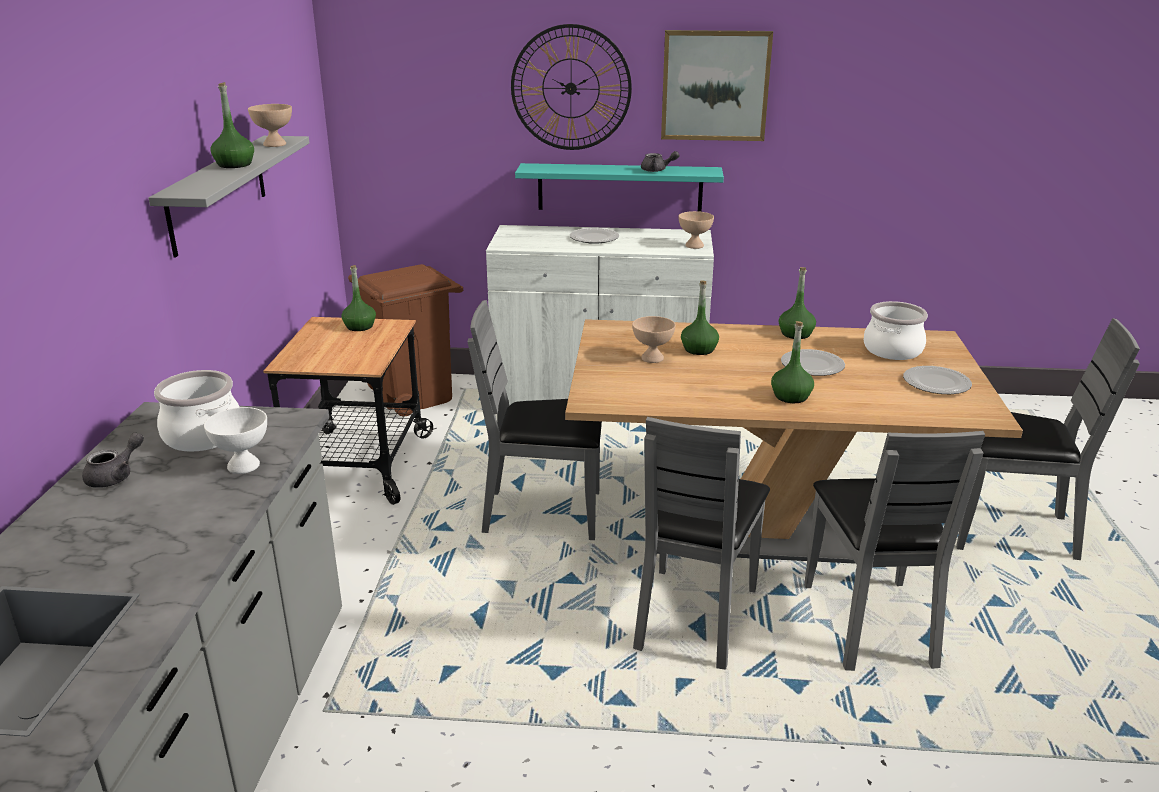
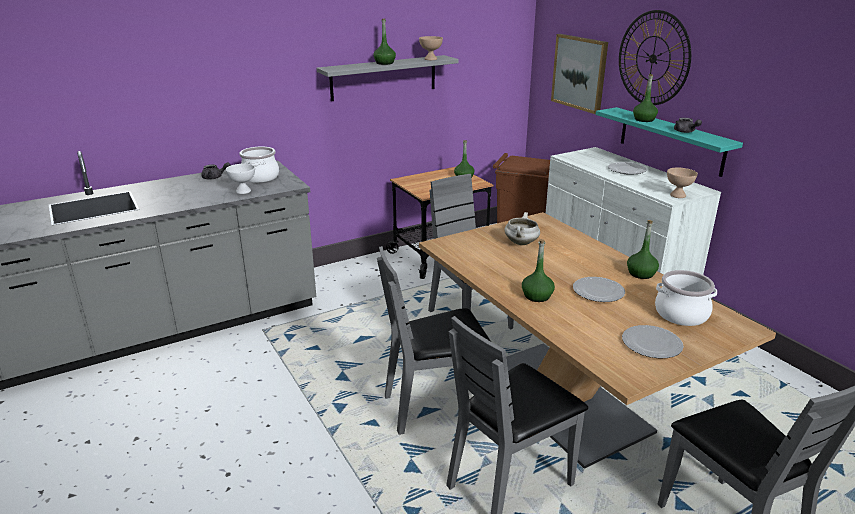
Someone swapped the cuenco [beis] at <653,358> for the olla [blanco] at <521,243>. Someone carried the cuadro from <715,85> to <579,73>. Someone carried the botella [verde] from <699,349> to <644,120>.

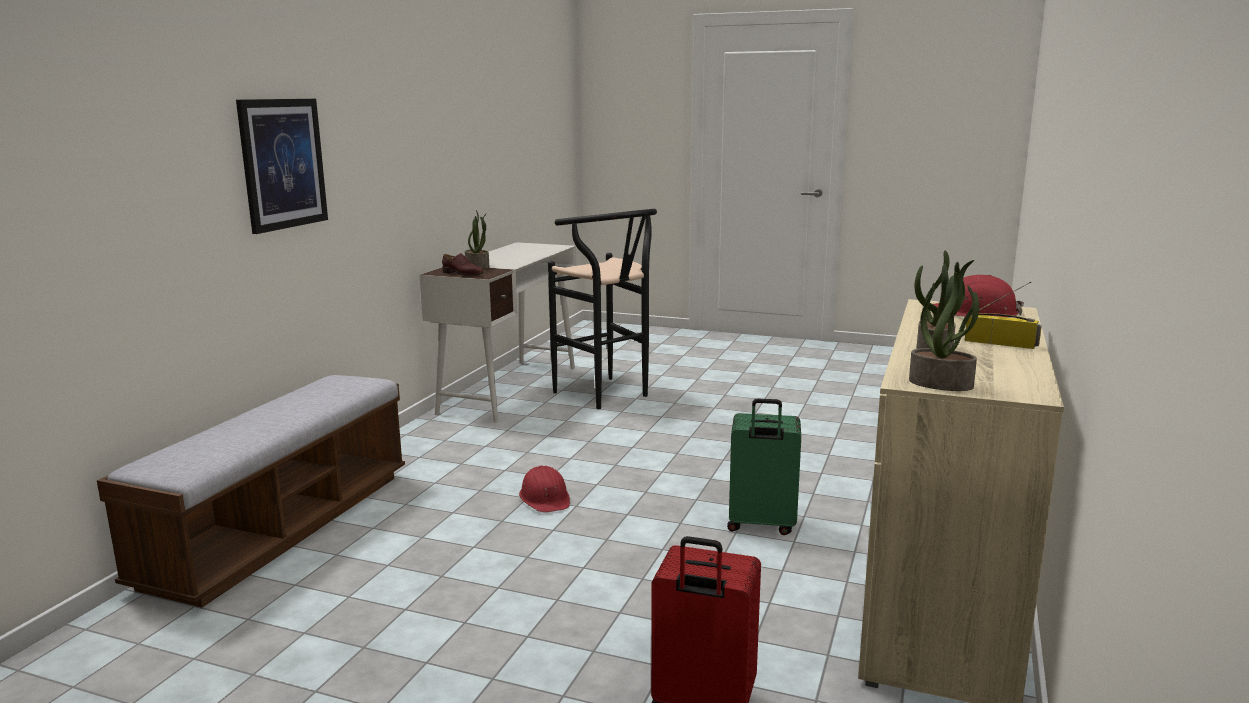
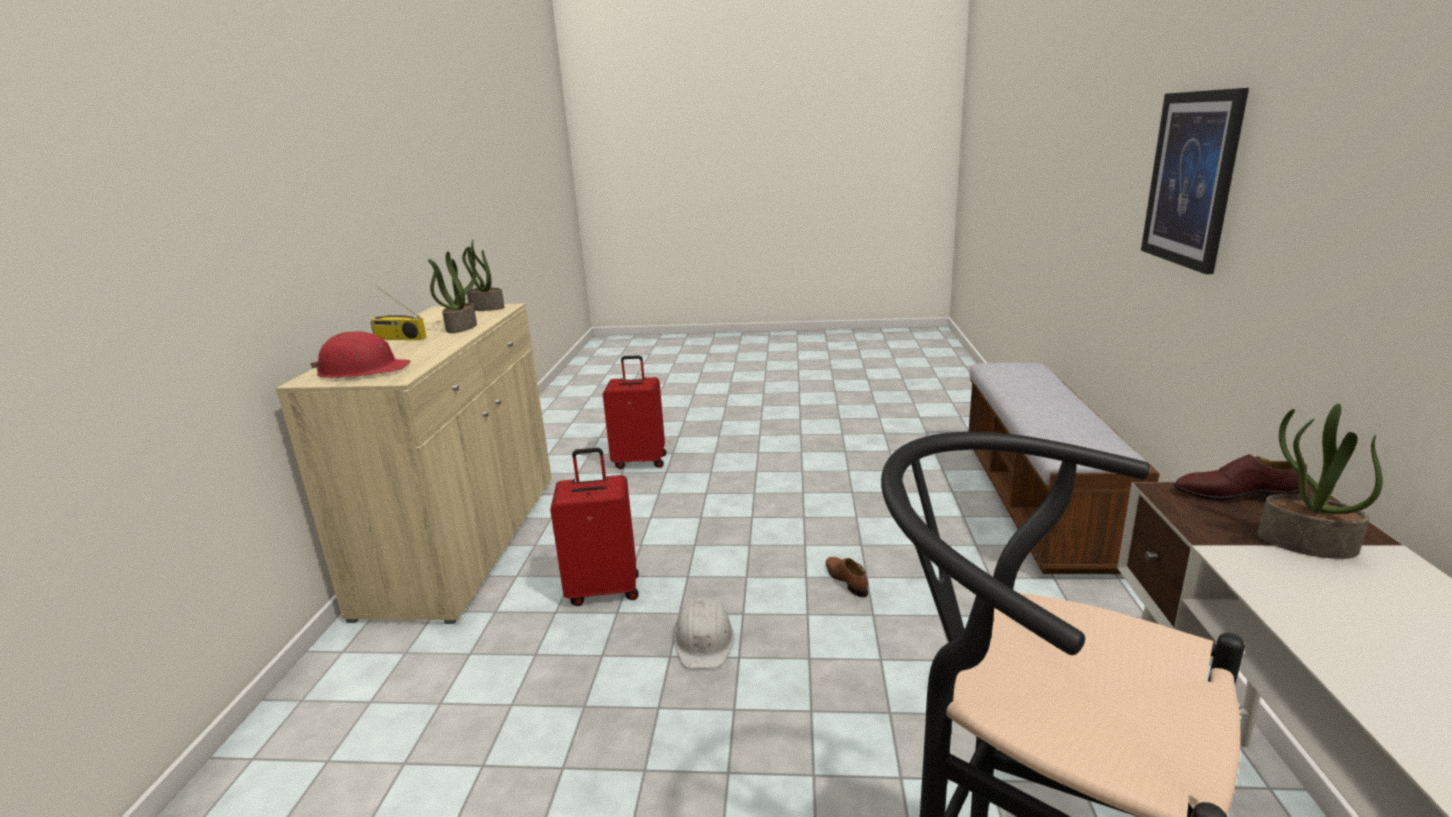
Someone repainted the maleta [verde] at <761,525>, which became the maleta [rojo] at <604,589>. Someone put down the casco [blanco] at <704,640>. Someone swapped the casco [rojo] at <545,498> for the zapato [marrón] at <846,580>.

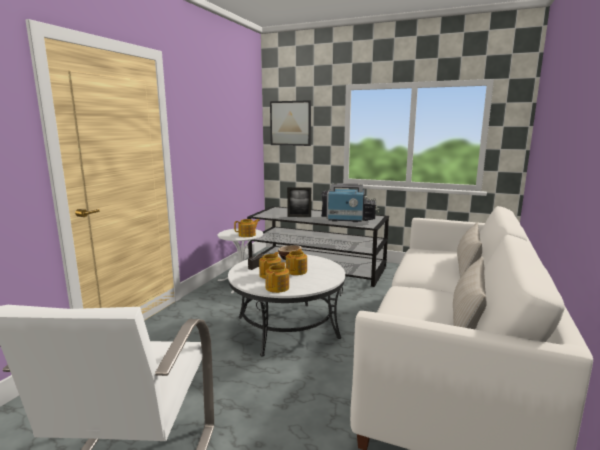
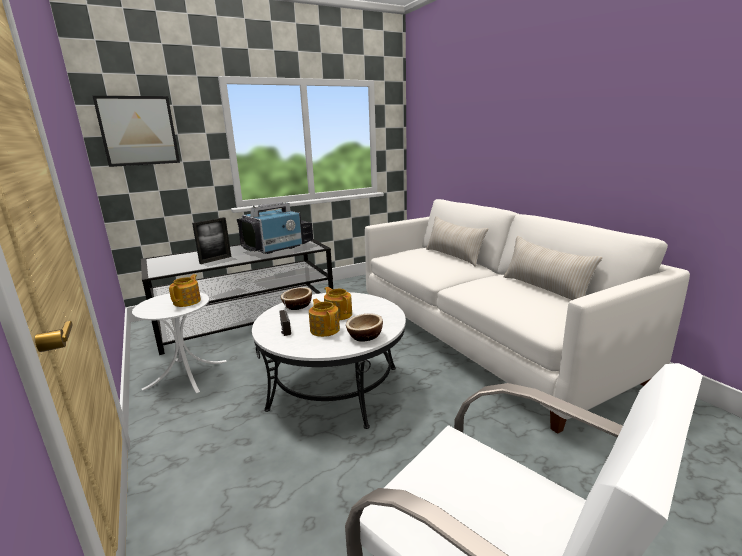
Someone swapped the tetera at <278,287> for the cuenco at <365,336>.

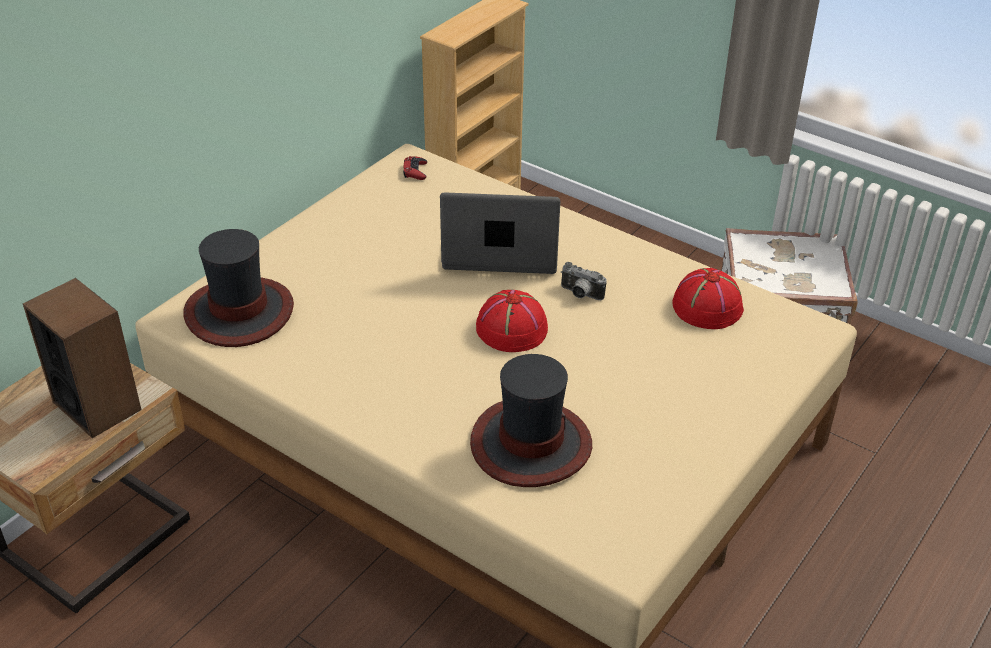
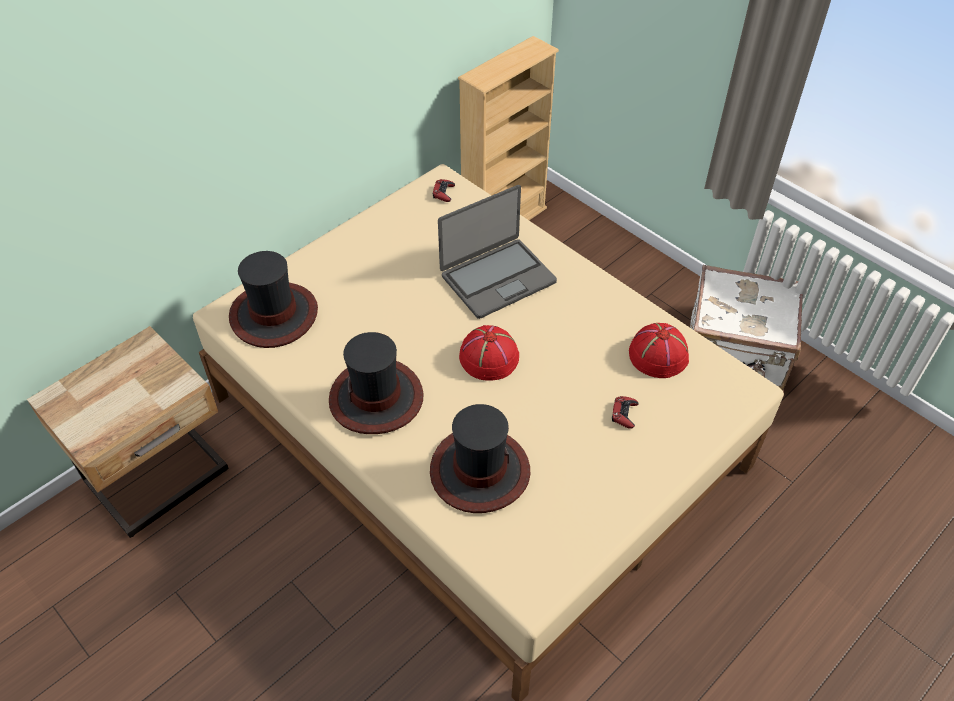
Someone put down the sombrero at <376,397>. Someone rotated the portátil at <501,250> by 135 degrees clockwise. Someone put down the mando de consola [rojo] at <624,414>. Someone took away the altavoz at <97,405>. Someone took away the cámara at <580,294>.

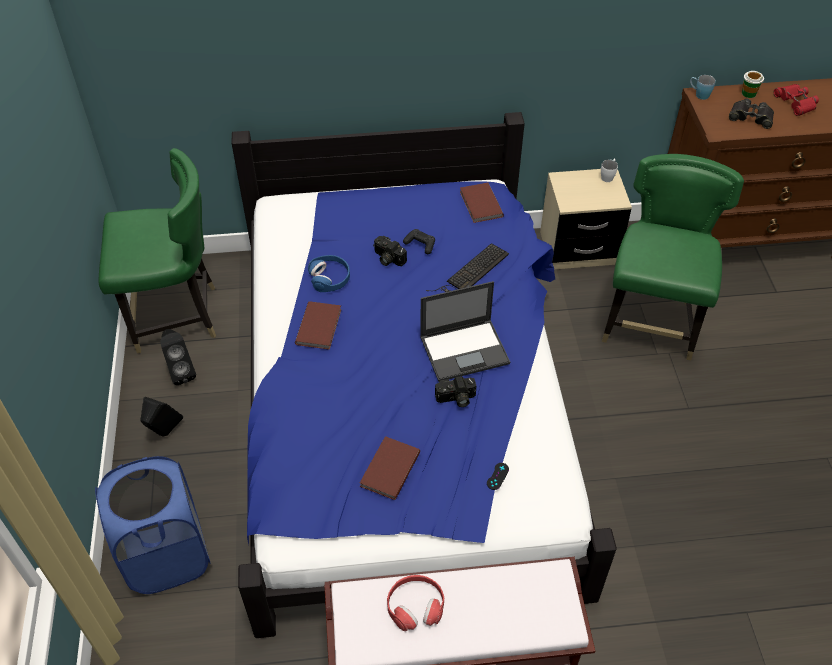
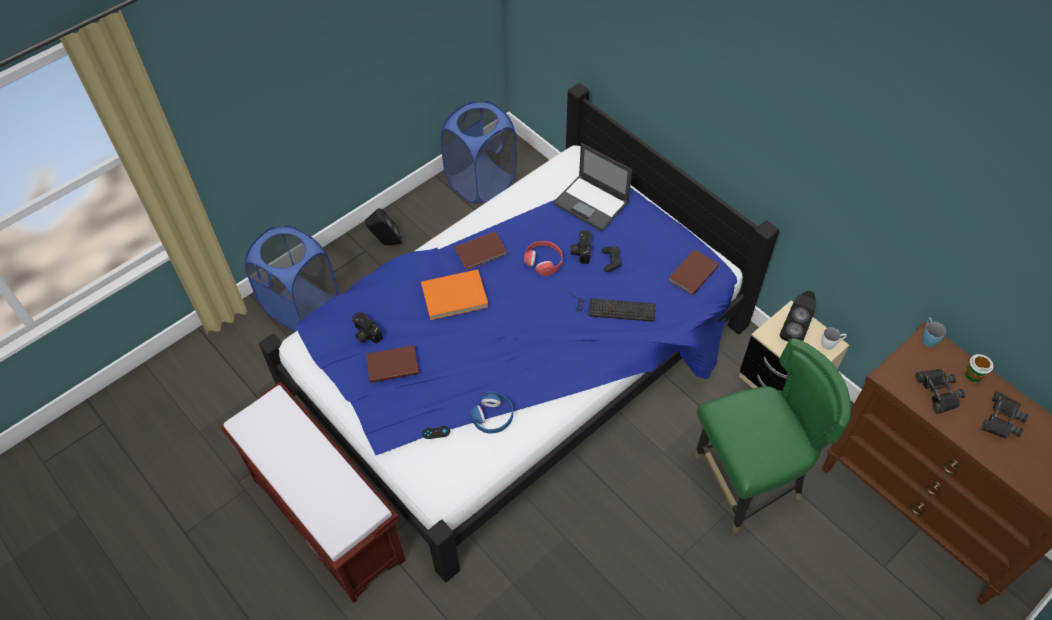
Someone carried the cámara from <456,399> to <365,334>. Someone put down the libro [naranja] at <455,297>. Someone swapped the silla [verde] at <175,316> for the cesto de la ropa [azul] at <481,183>. Someone carried the auriculares [azul] from <330,278> to <493,417>. Someone carried the auriculares [rojo] from <415,606> to <544,261>. Someone carried the portátil from <465,349> to <591,203>. Someone carried the altavoz [negro] from <181,372> to <794,331>. Someone repainted the prismáticos [rojo] at <795,102>, which became the prismáticos [negro] at <1002,419>.

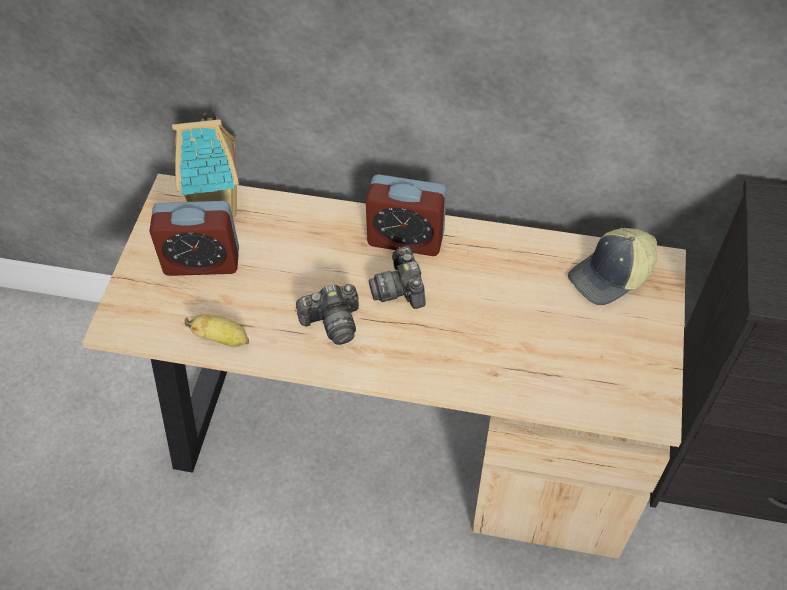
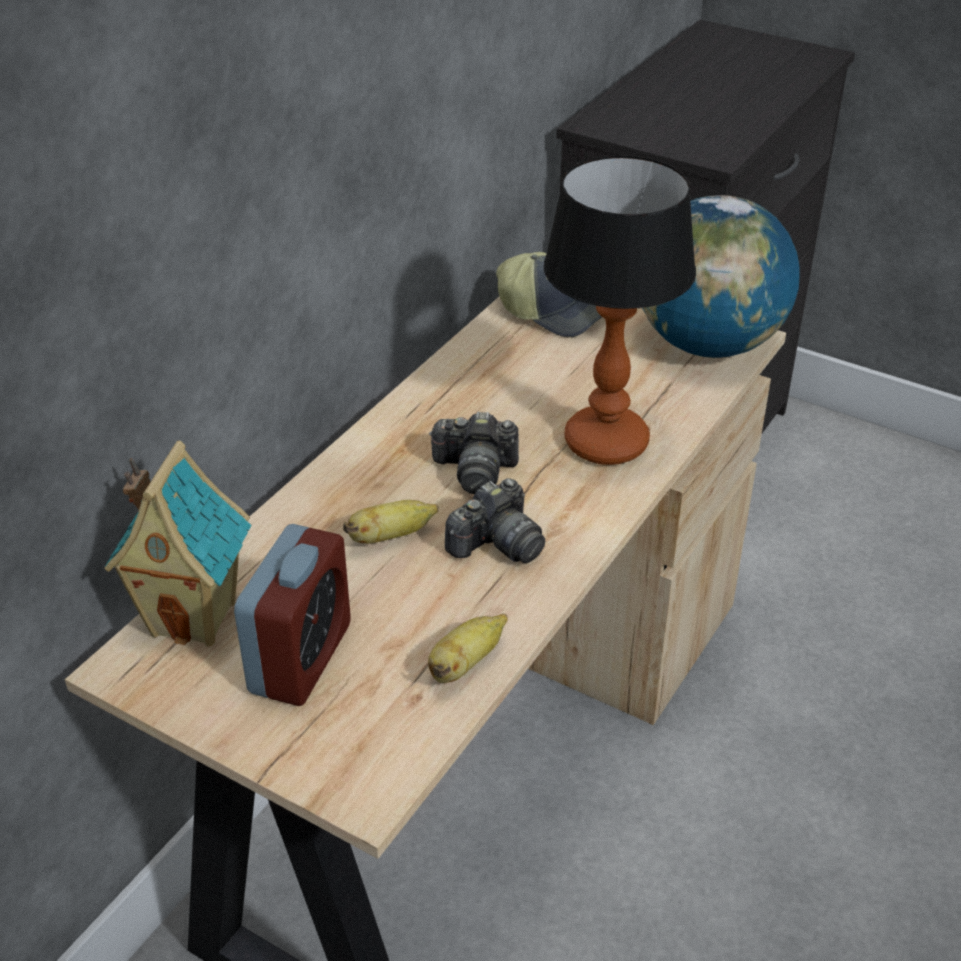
Someone put down the plátano at <390,536>. Someone rotated the cámara at <332,322> by 45 degrees clockwise. Someone rotated the gorra at <612,276> by 45 degrees counterclockwise. Someone put down the lámpara de mesa at <605,441>. Someone put down the globo terráqueo at <708,344>. Someone took away the despertador at <405,239>.

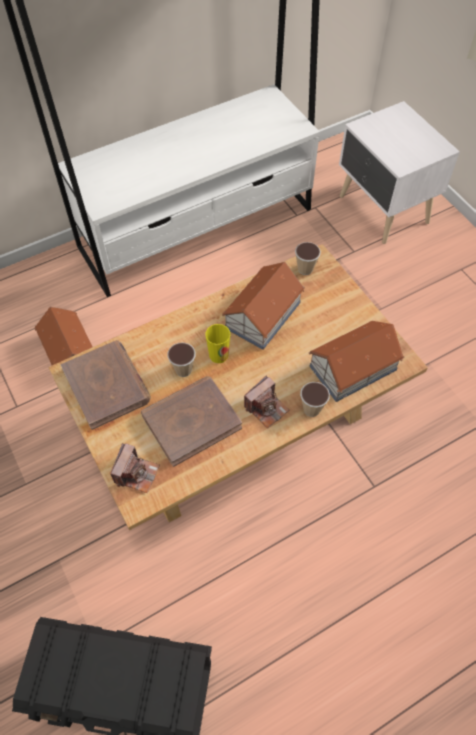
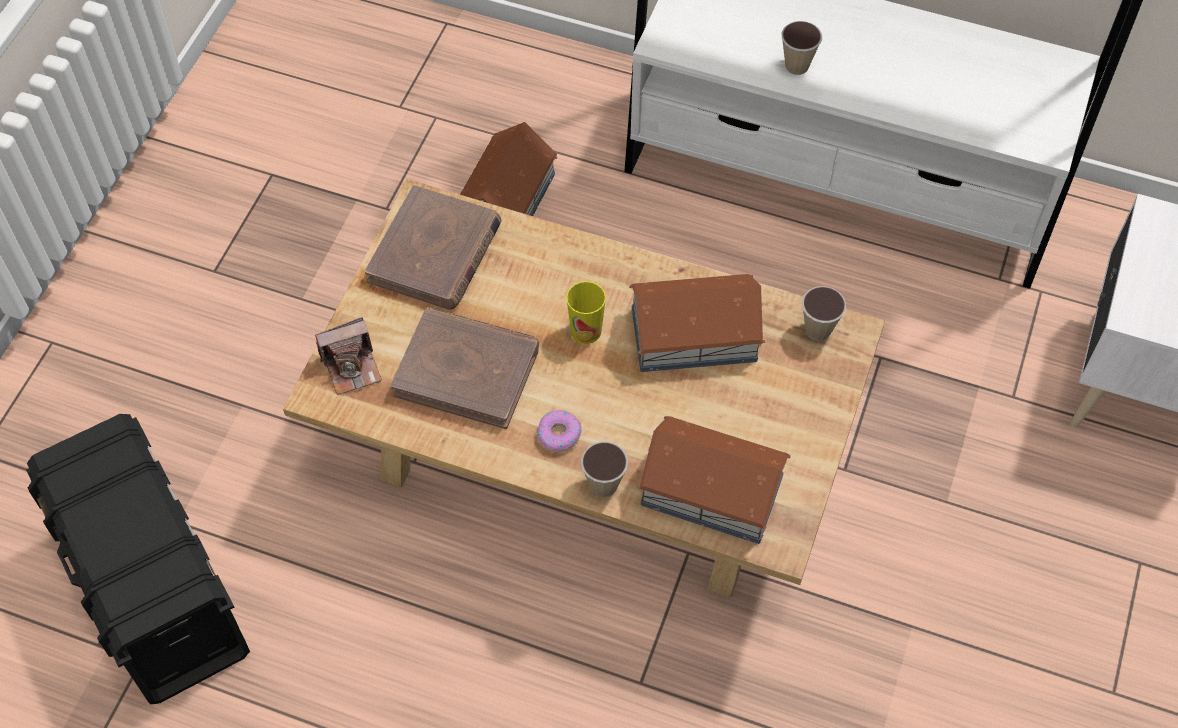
Someone swapped the cámara at <266,408> for the rosquilla at <558,434>. Someone carried the taza from <183,370> to <797,66>.

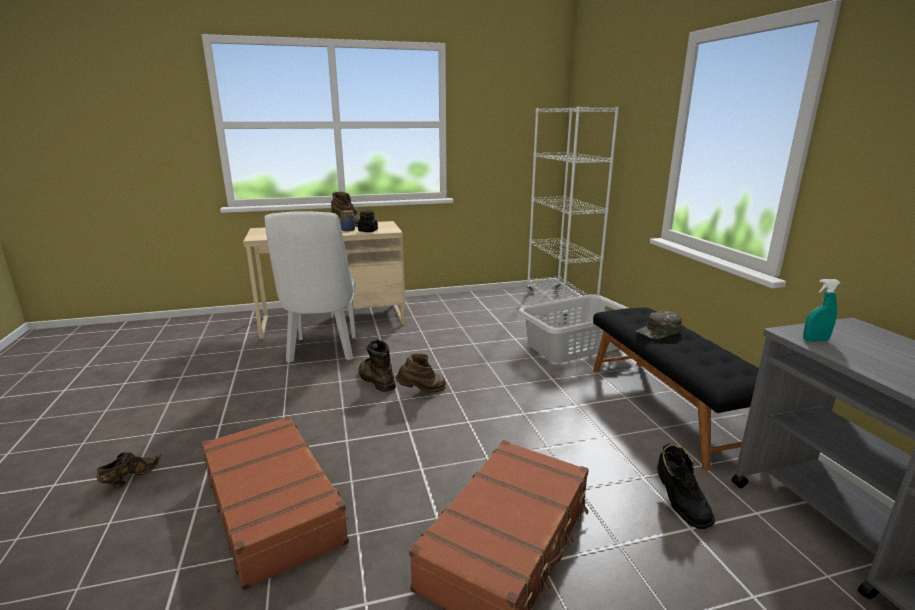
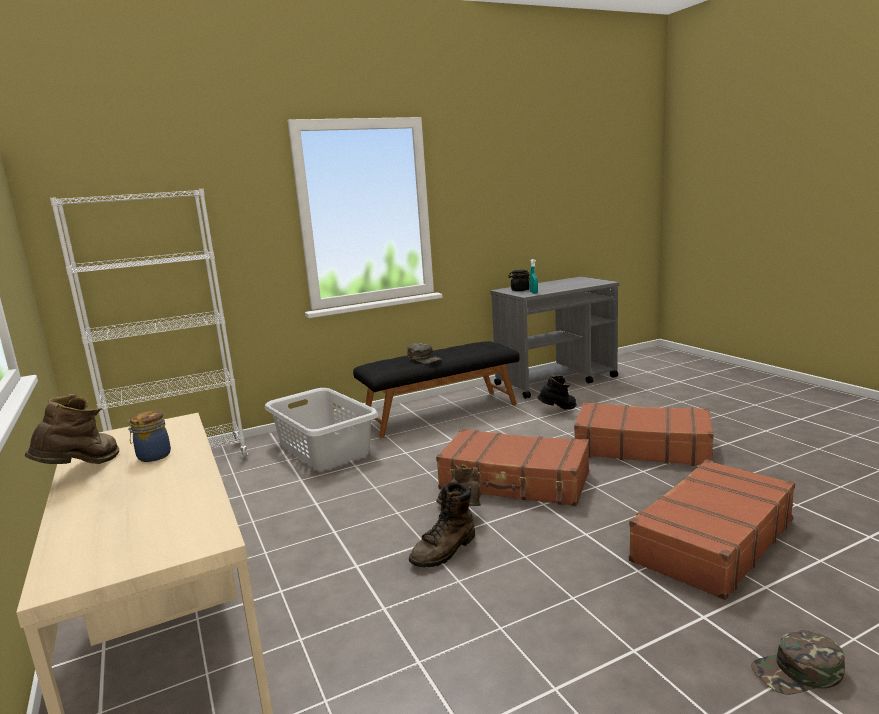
Someone put down the maleta [marrón] at <514,482>. Someone carried the tarro [negro] from <368,231> to <519,290>. Someone swapped the zapato [marrón] at <130,478> for the gorra [verde] at <798,672>. Someone took away the silla [blanco] at <323,352>.

